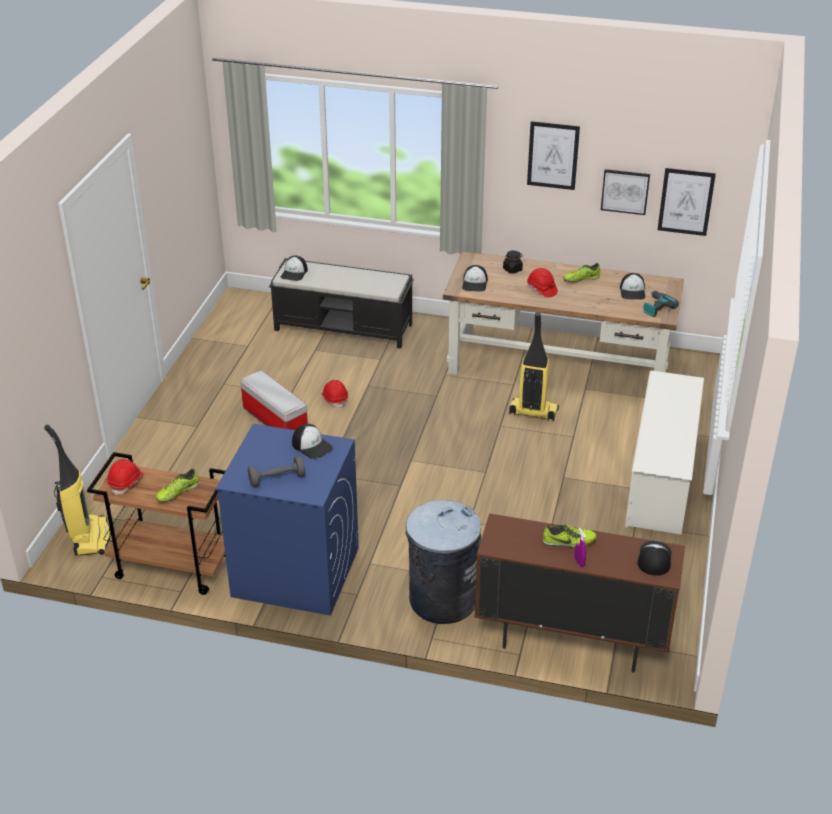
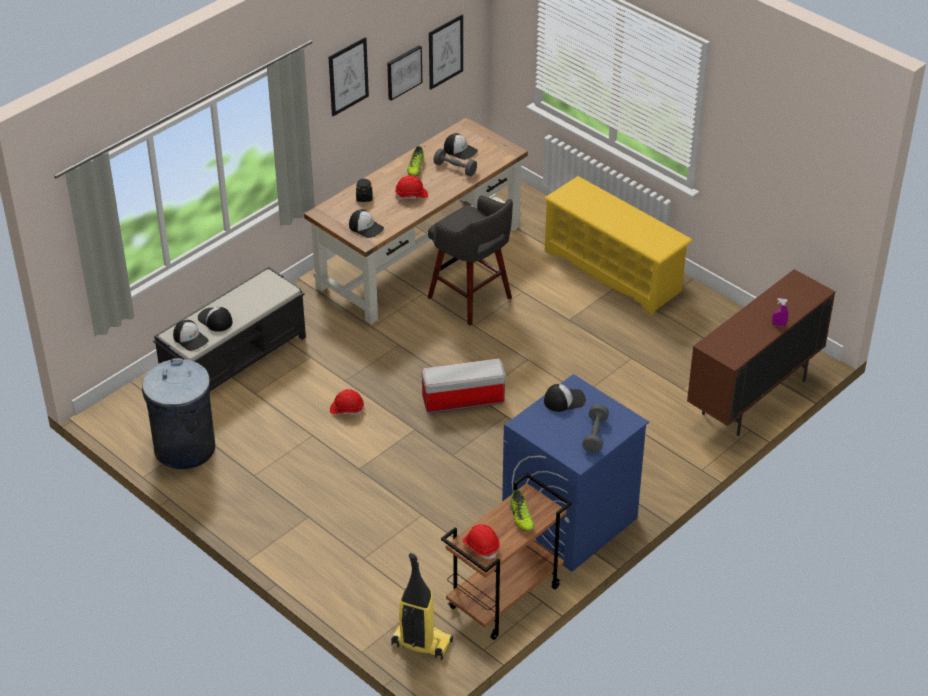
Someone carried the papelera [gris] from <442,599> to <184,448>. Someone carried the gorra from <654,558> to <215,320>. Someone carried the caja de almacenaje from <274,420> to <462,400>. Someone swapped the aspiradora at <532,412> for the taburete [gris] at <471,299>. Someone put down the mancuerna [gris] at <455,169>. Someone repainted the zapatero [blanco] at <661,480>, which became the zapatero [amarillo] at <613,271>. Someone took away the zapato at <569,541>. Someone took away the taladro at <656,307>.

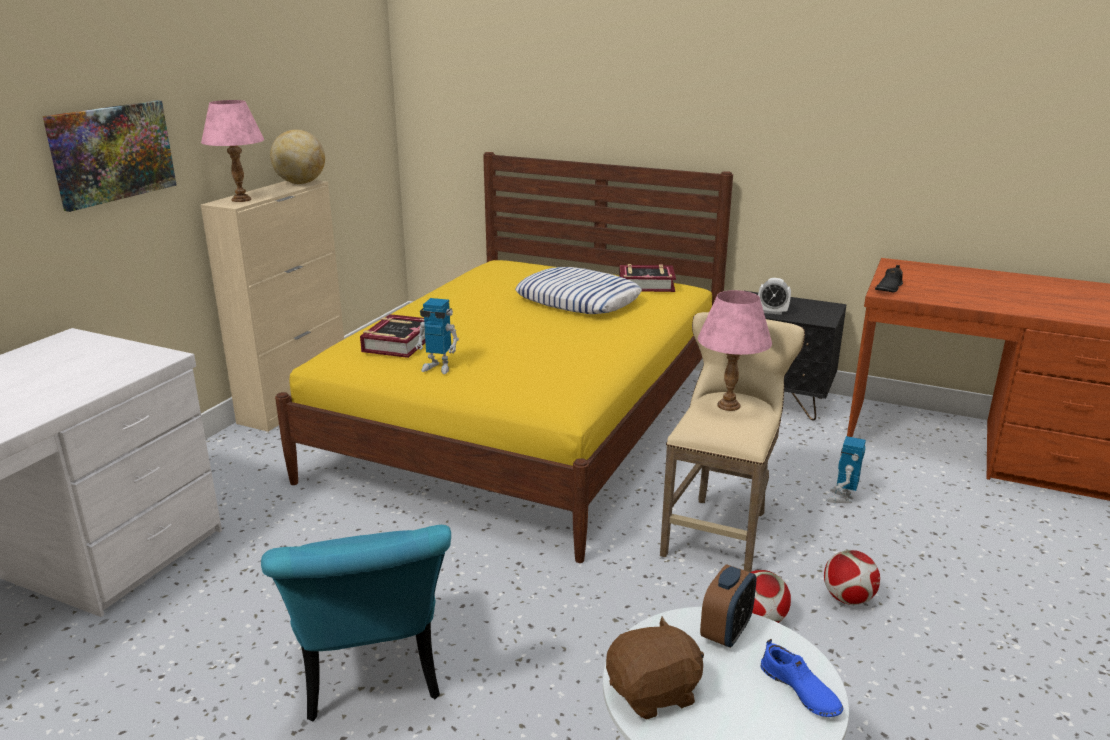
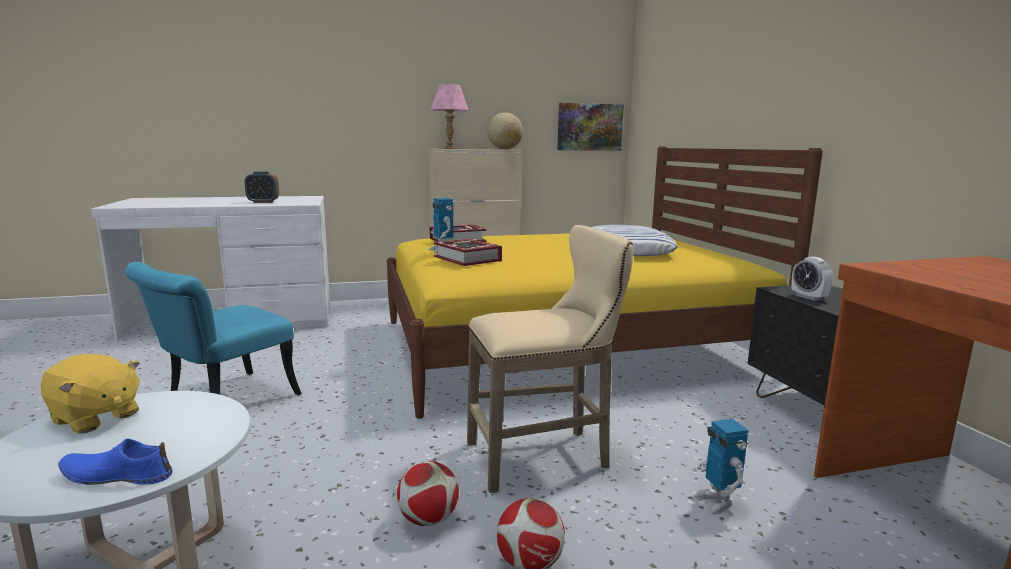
Someone repainted the peluche [marrón] at <654,693>, which became the peluche [amarillo] at <95,418>. Someone rotated the zapato [azul] at <799,691> by 75 degrees clockwise. Someone carried the despertador from <726,632> to <263,202>. Someone carried the libro from <646,285> to <468,259>. Someone carried the cuadro from <112,153> to <589,127>. Someone rotated the robot de juguete at <842,498> by 90 degrees counterclockwise. Someone took away the lámpara de mesa [rosa] at <728,406>. Someone took away the zapato [negro] at <888,288>.

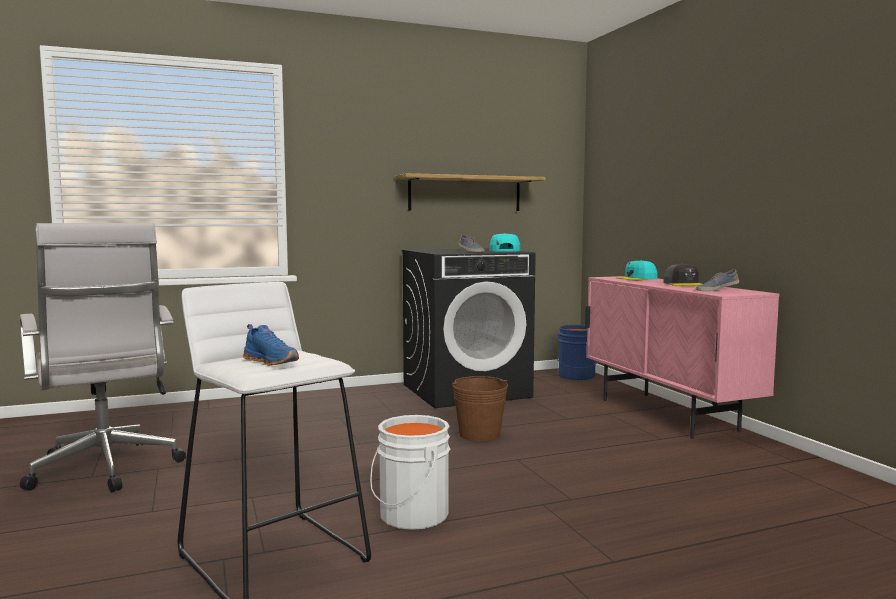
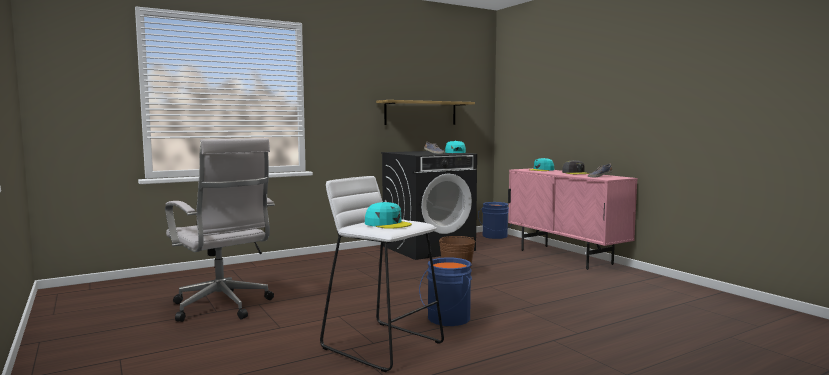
Someone swapped the zapato [azul] at <272,361> for the gorra [turquesa] at <387,224>. Someone repainted the cubo [blanco] at <410,515>, which became the cubo [azul] at <447,319>.

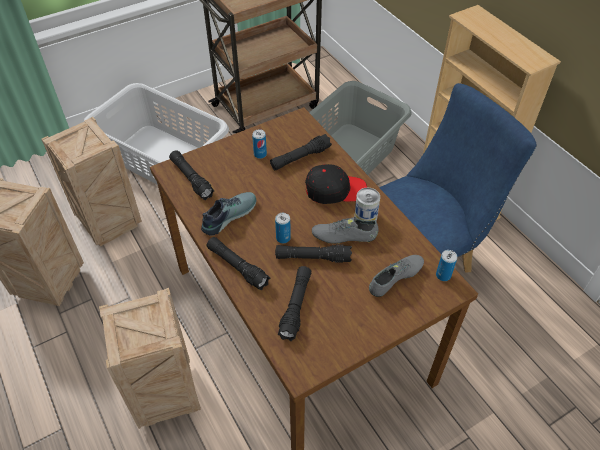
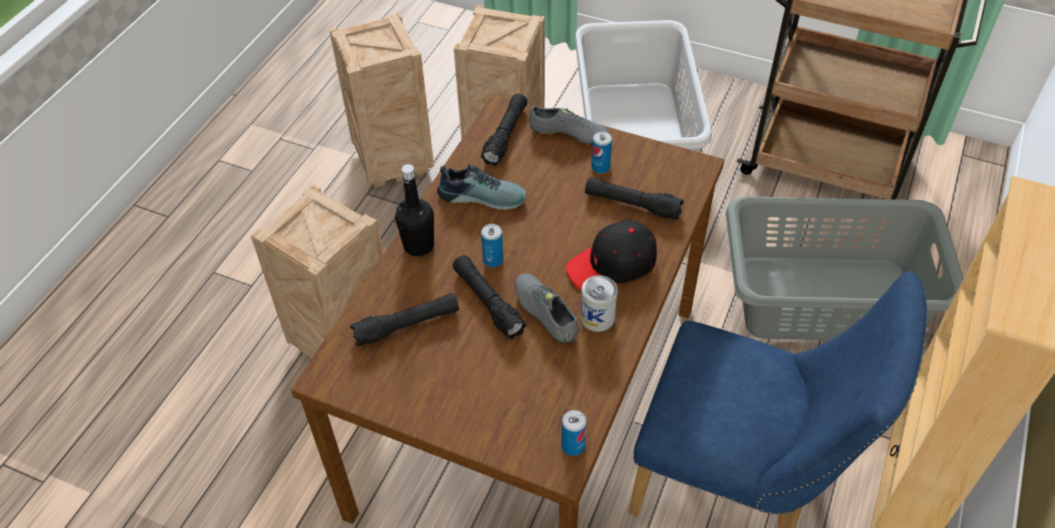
Someone swapped the linterna [negro] at <237,267> for the botella [negro] at <418,245>. Someone carried the zapato [gris] from <395,279> to <568,135>. Someone rotated the gorra [negro] at <335,190> by 105 degrees clockwise.

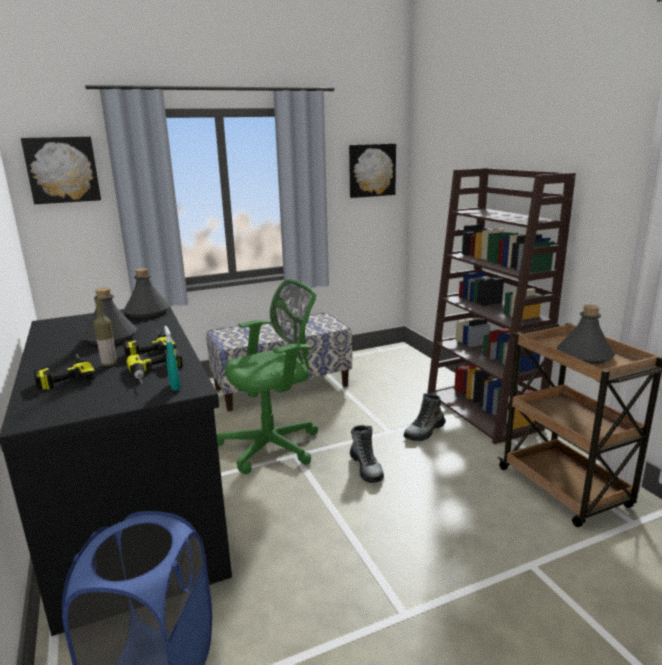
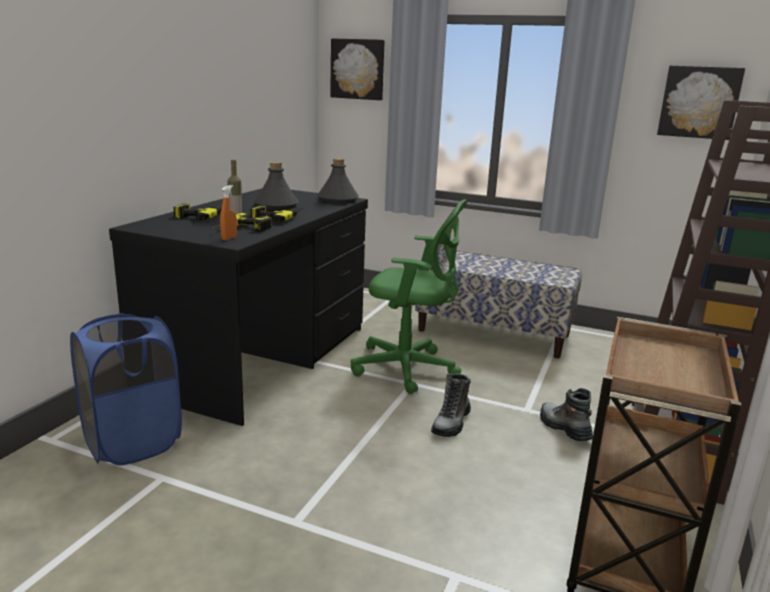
Someone repainted the pulverizador [turquesa] at <174,386>, which became the pulverizador [naranja] at <229,238>. Someone rotated the bota at <424,432> by 60 degrees clockwise. Someone took away the botella [gris] at <584,356>.

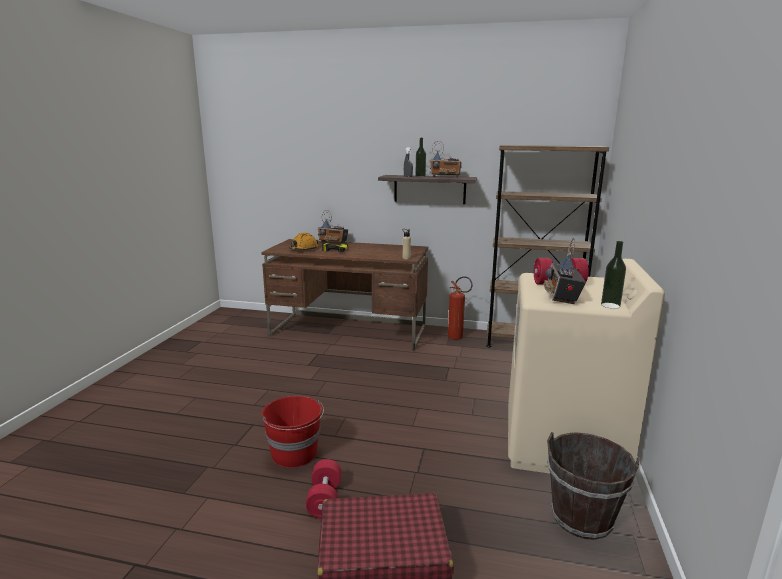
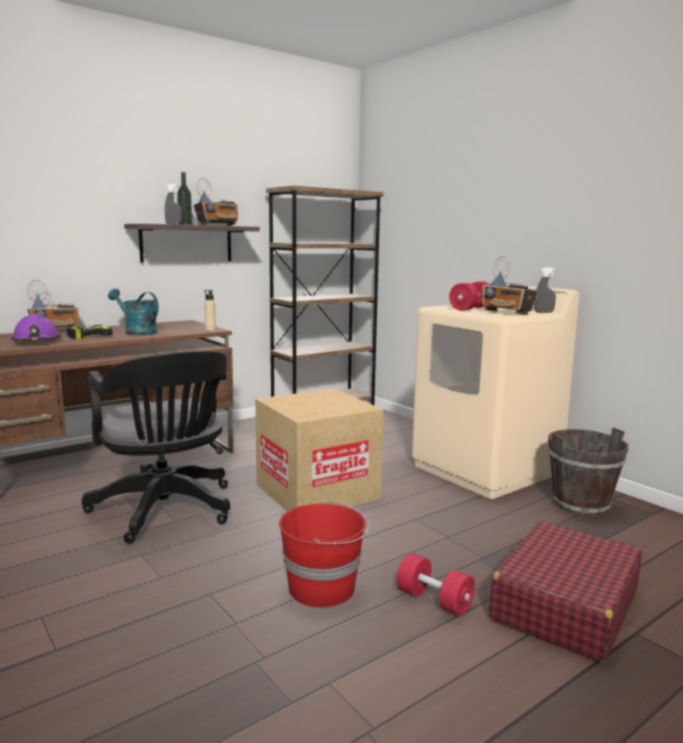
Someone repainted the casco [naranja] at <303,249>, which became the casco [morado] at <36,341>. Someone put down the silla de oficina [negro] at <166,511>. Someone put down the regadera [turquesa] at <136,332>. Someone put down the caja de cartón at <317,491>. Someone swapped the botella at <610,305> for the pulverizador [gris] at <544,312>. Someone took away the extintor at <458,338>.

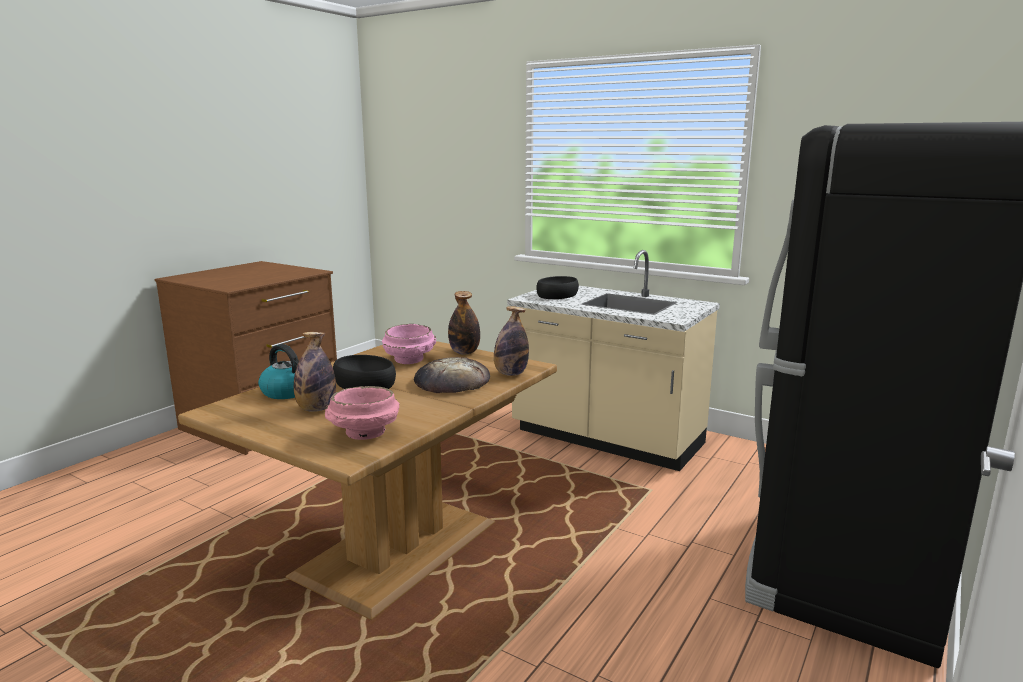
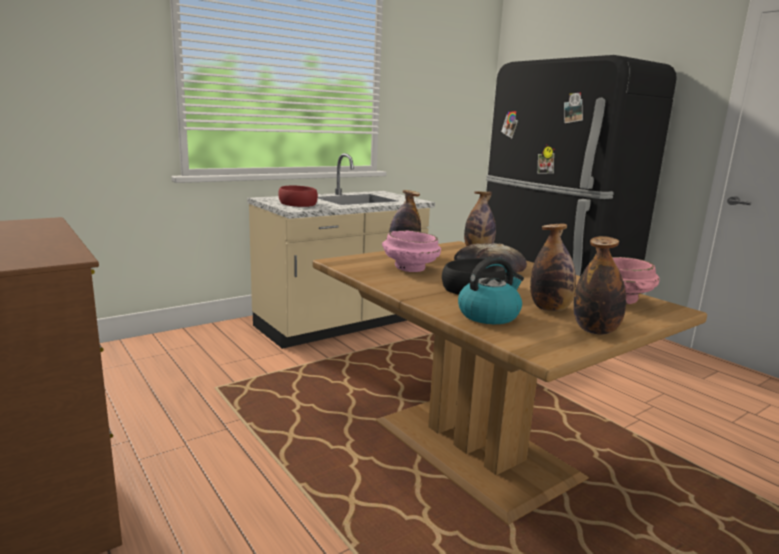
Someone repainted the cuenco [negro] at <557,294>, which became the cuenco [rojo] at <297,203>. Someone put down the botella at <595,331>.

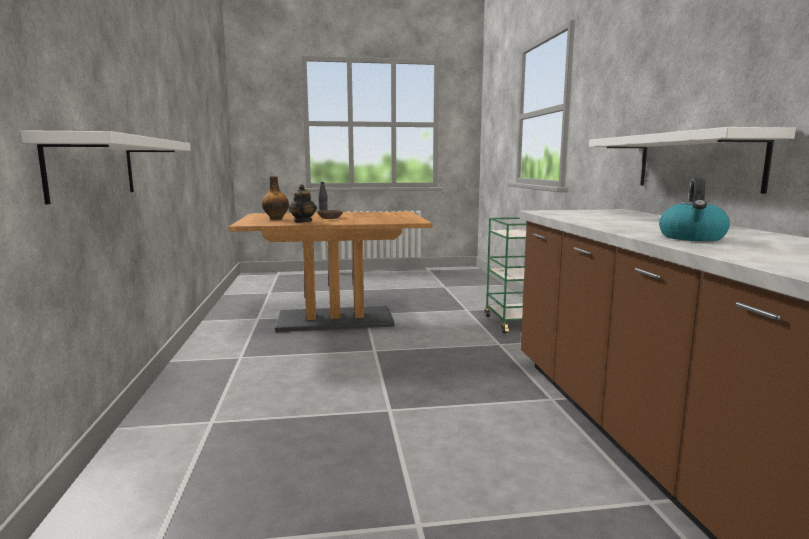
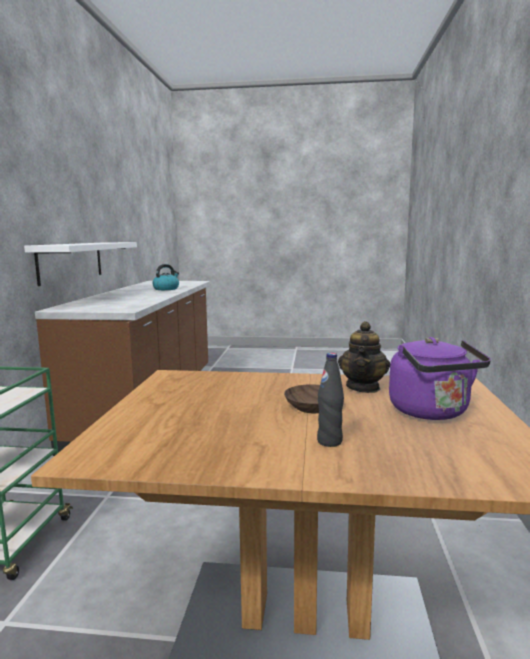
Someone swapped the botella at <276,219> for the hervidor [morado] at <432,412>. Someone took away the estante [blanco] at <93,167>.

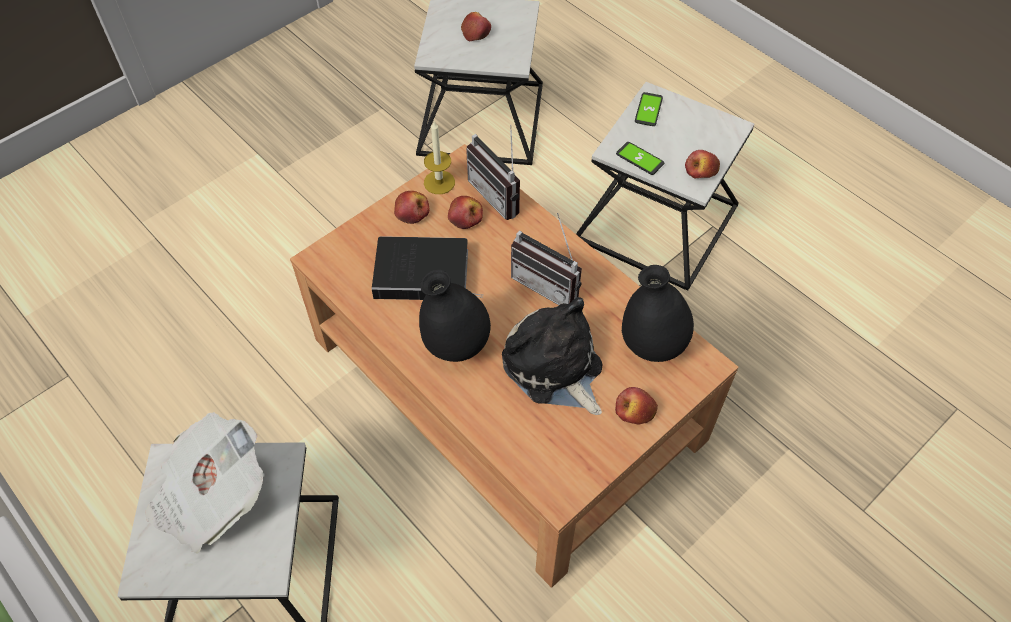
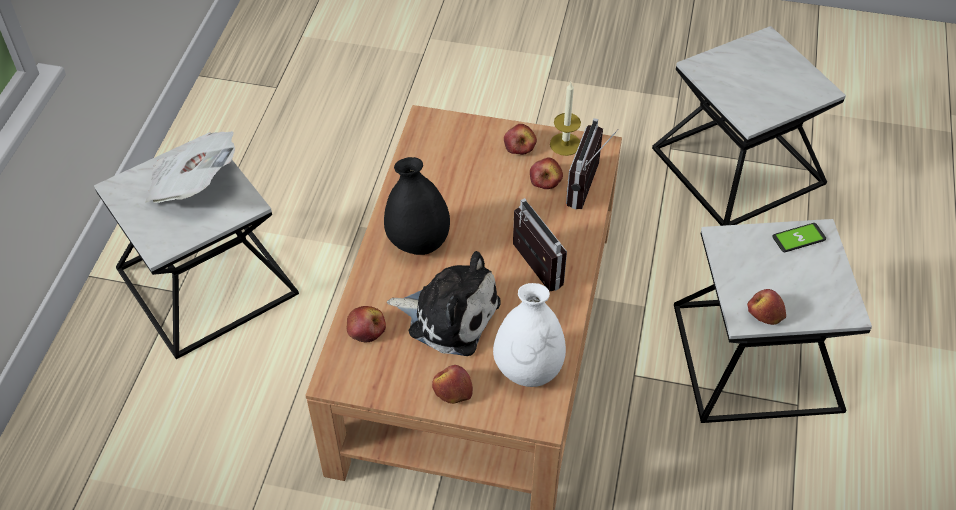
Someone carried the manzana from <476,32> to <366,329>. Someone rotated the peluche at <554,368> by 90 degrees clockwise. Someone repainted the florero [negro] at <652,345>, which became the florero [blanco] at <528,369>. Someone rotated the radio at <550,284> by 150 degrees clockwise. Someone took away the libro at <425,272>. Someone took away the móvil at <639,159>.

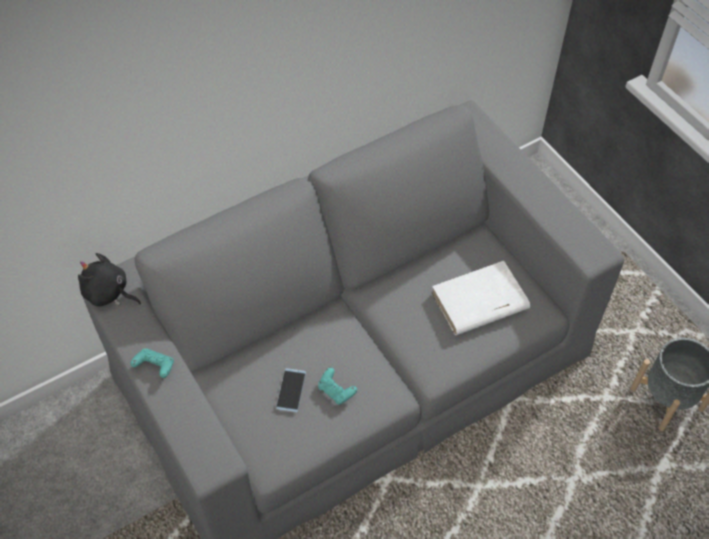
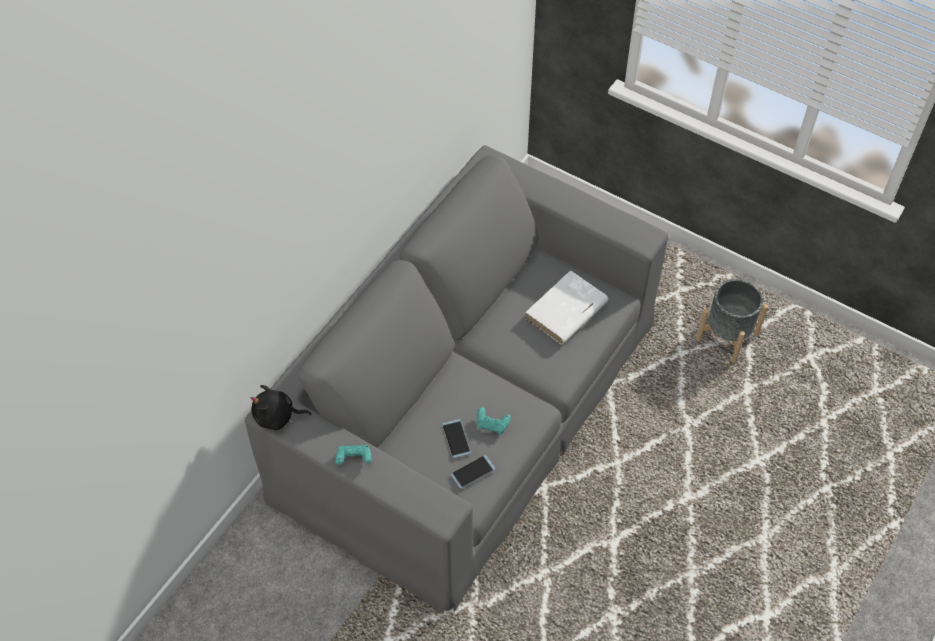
Someone put down the móvil at <472,472>.

